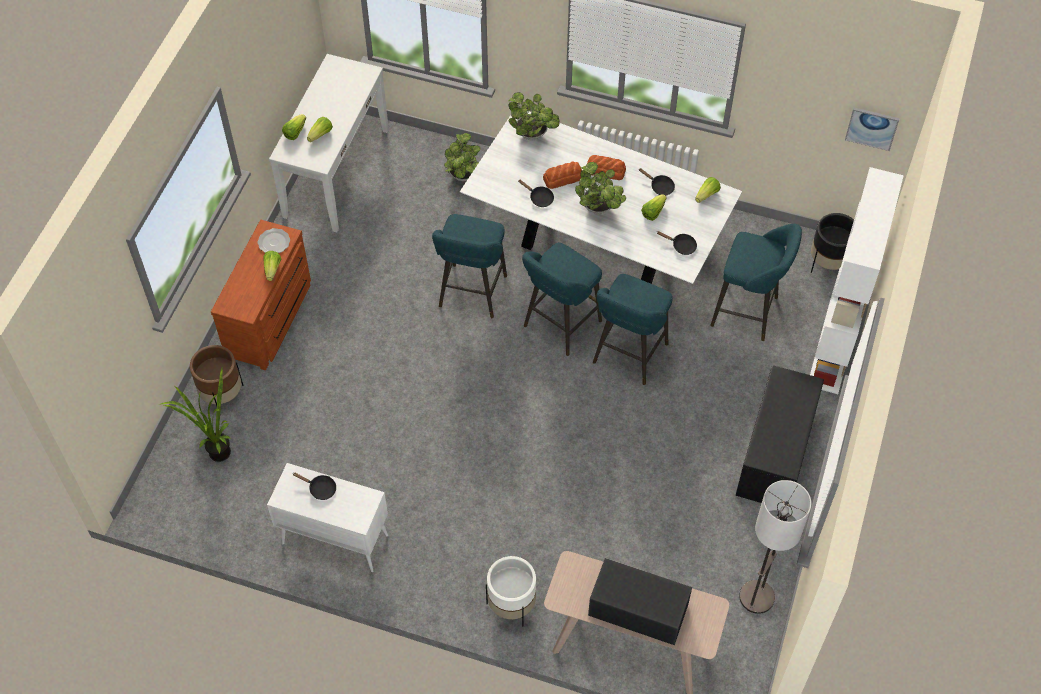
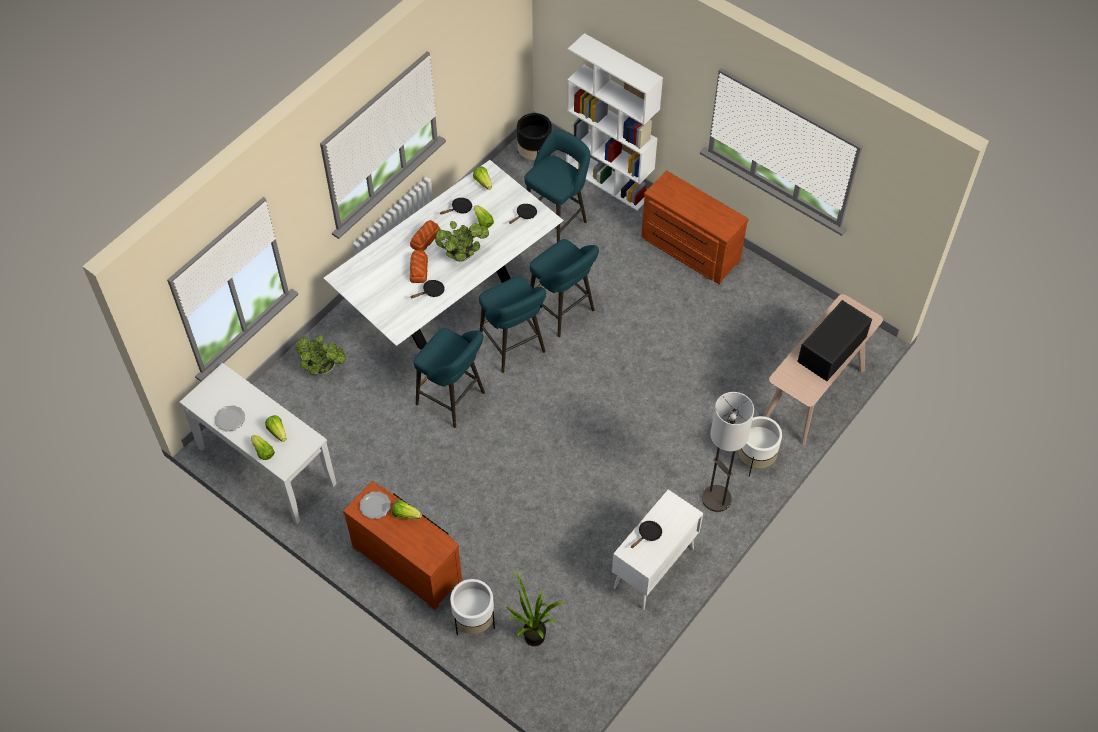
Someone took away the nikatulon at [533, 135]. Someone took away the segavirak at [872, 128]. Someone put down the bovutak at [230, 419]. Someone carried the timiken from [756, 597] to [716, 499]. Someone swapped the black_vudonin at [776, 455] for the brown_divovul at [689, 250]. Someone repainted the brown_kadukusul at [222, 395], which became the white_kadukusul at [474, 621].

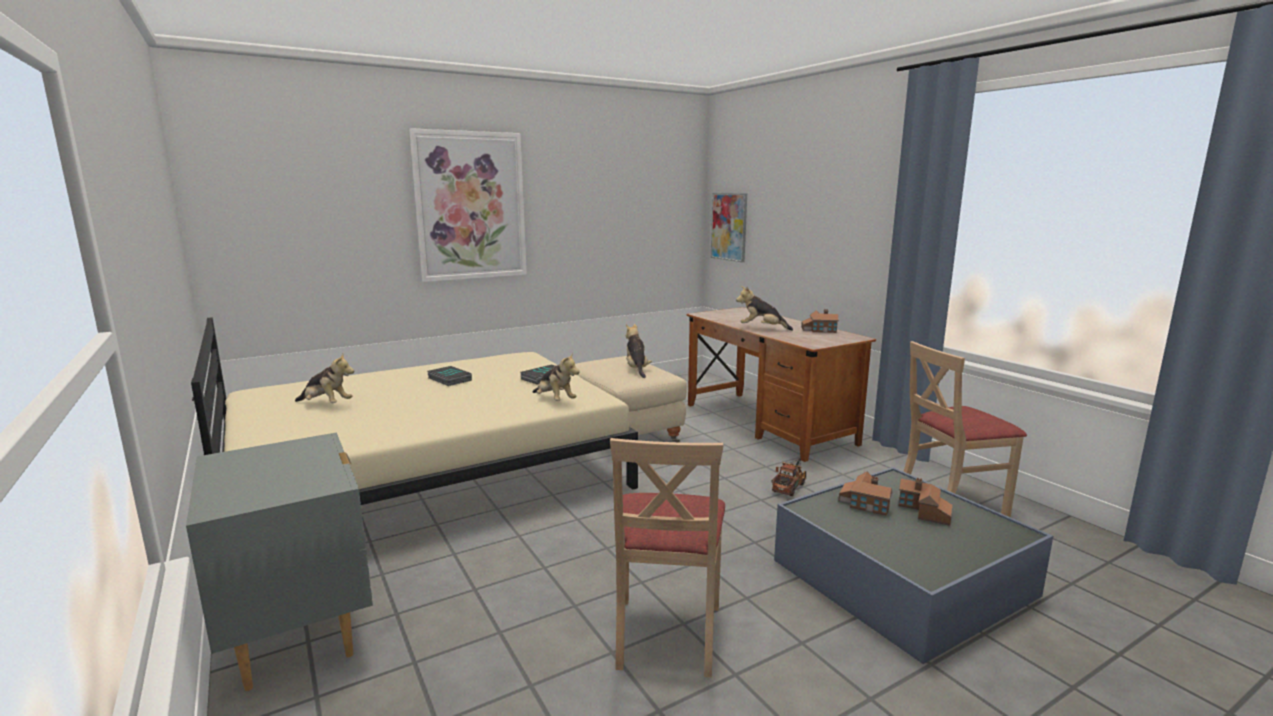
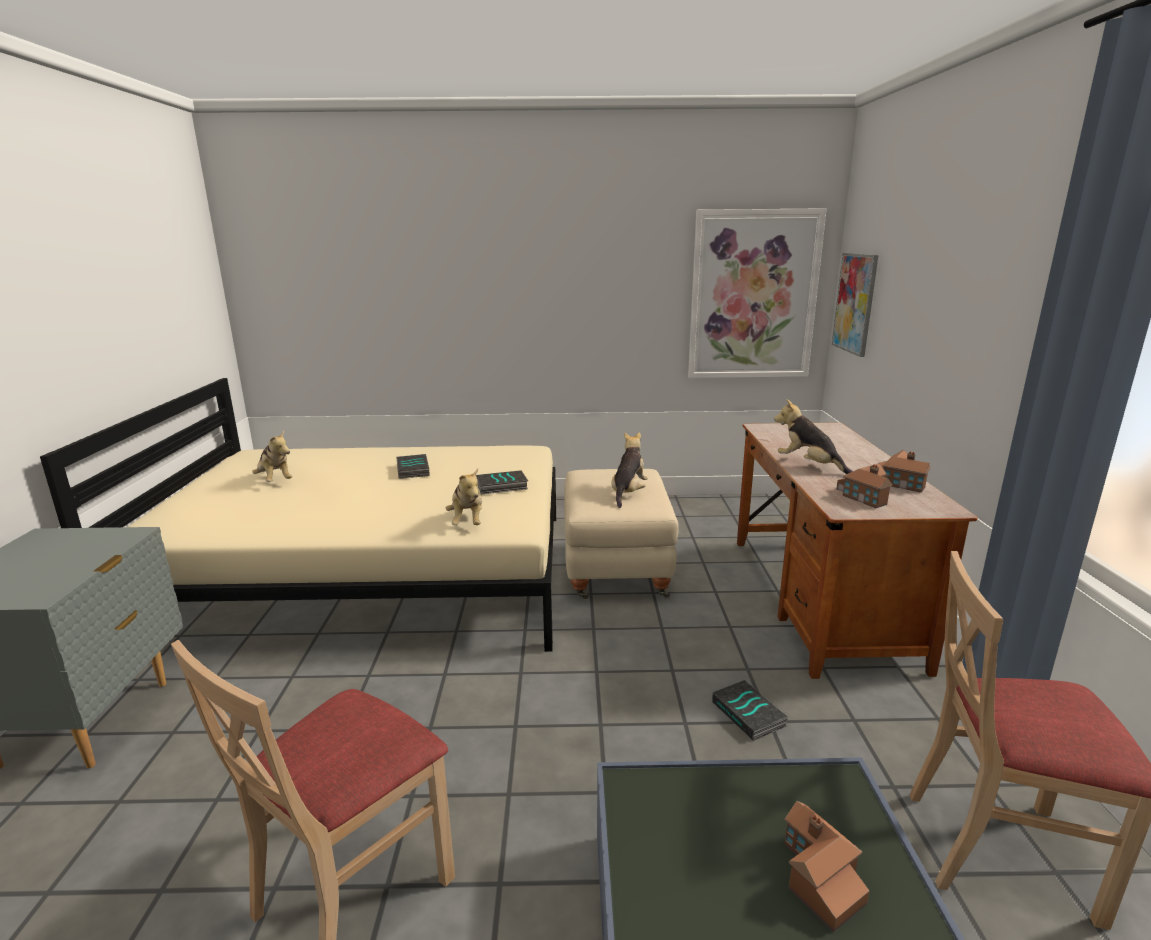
Someone carried the segavirak from [470, 206] to [753, 296]. Someone carried the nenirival from [864, 503] to [864, 495]. Someone swapped the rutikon at [790, 486] for the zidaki at [749, 714].

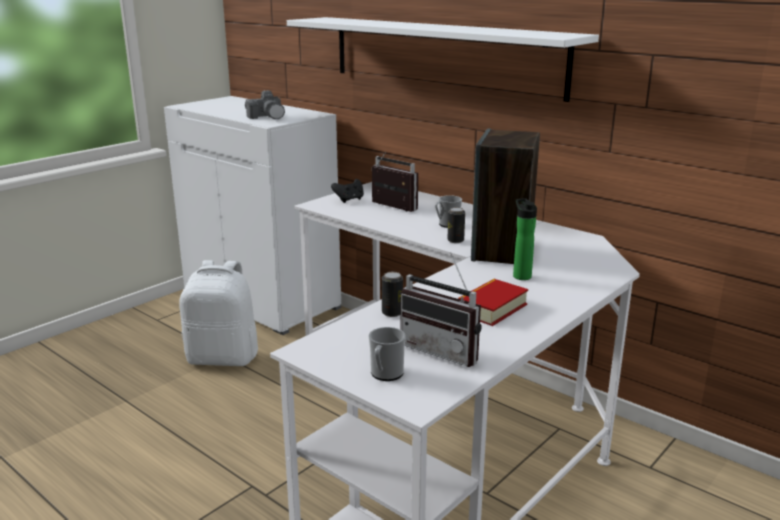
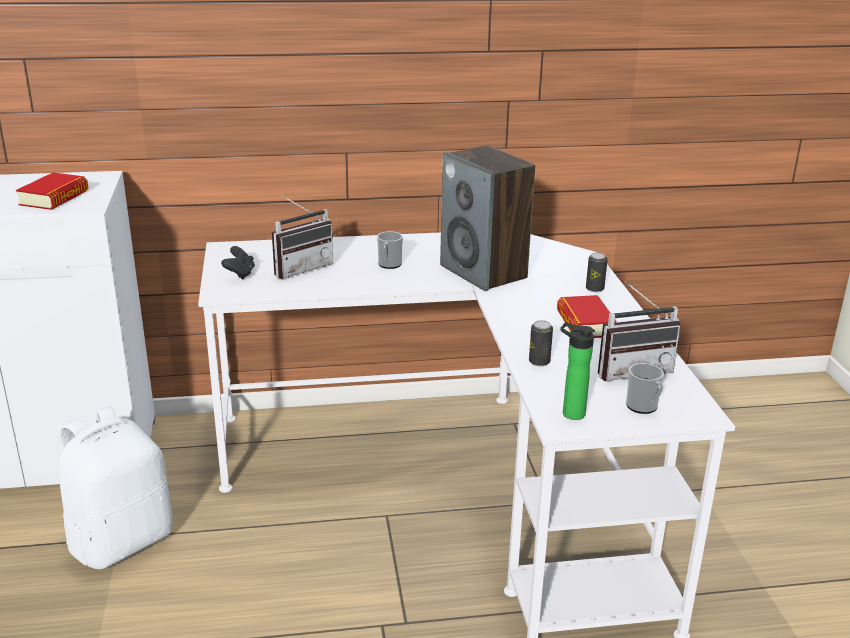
Someone took away the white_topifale at [442, 55]. Someone carried the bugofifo from [455, 240] to [594, 289]. Someone carried the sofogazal from [521, 275] to [570, 413]. Someone swapped the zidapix at [268, 117] for the zidaki at [54, 198]. Someone rotated the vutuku at [390, 208] by 150 degrees clockwise.

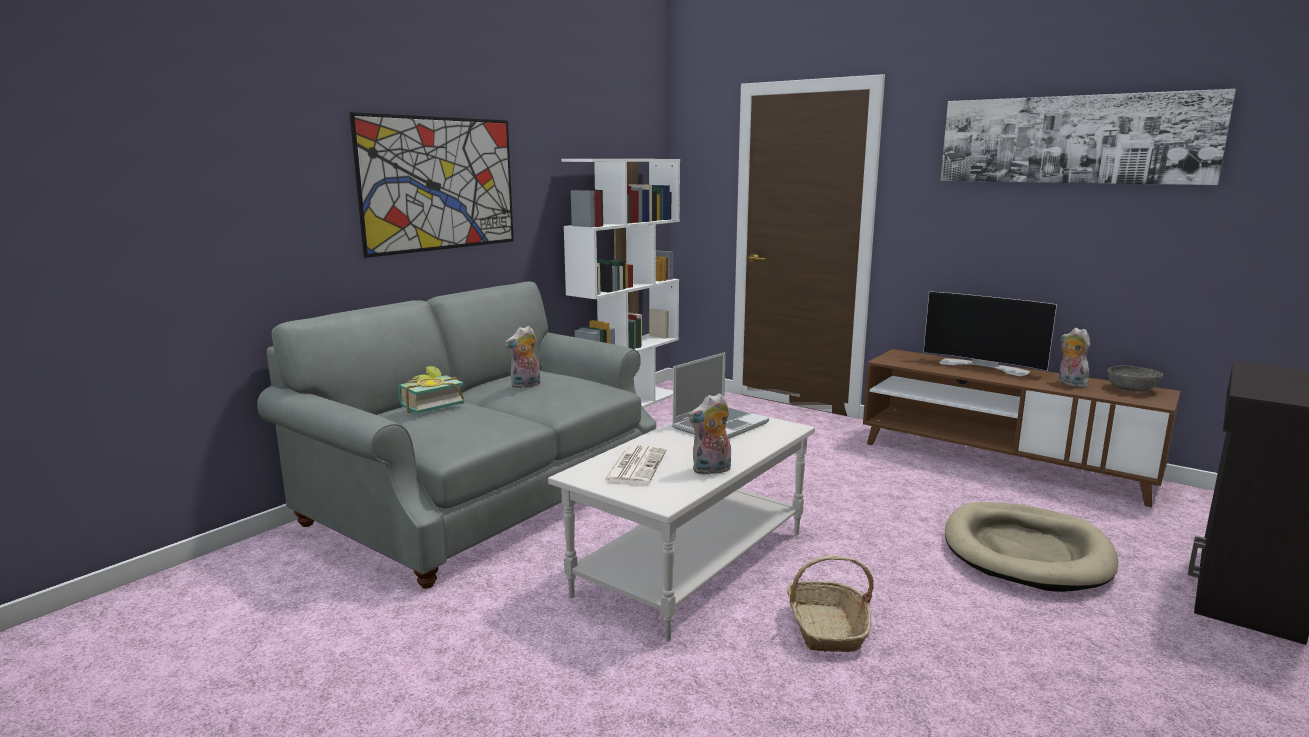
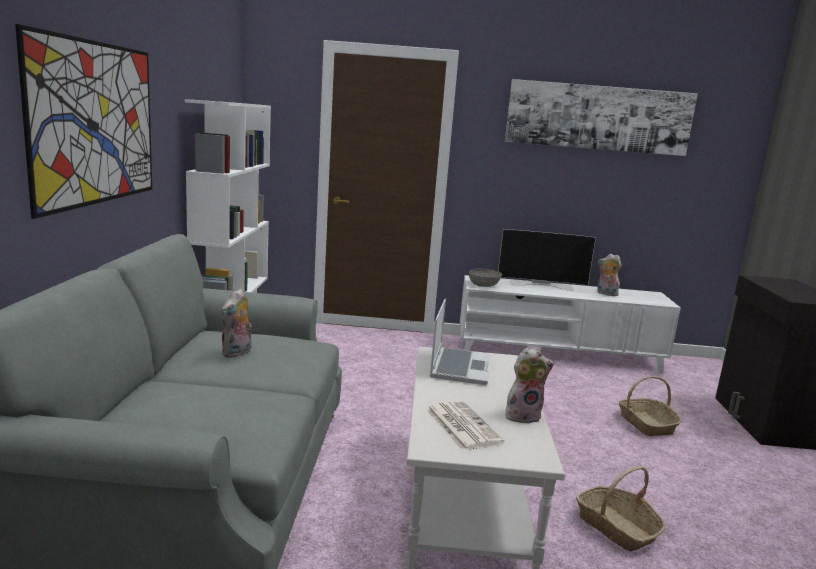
Someone took away the zidaki at [429, 405]. Someone carried the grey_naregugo from [1131, 389] to [483, 285]. Someone swapped the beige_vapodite at [1026, 552] for the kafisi at [646, 424]. Someone repainted the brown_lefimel at [1002, 462], which became the white_lefimel at [557, 355]. Someone rotated the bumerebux at [711, 470] by 135 degrees counterclockwise.

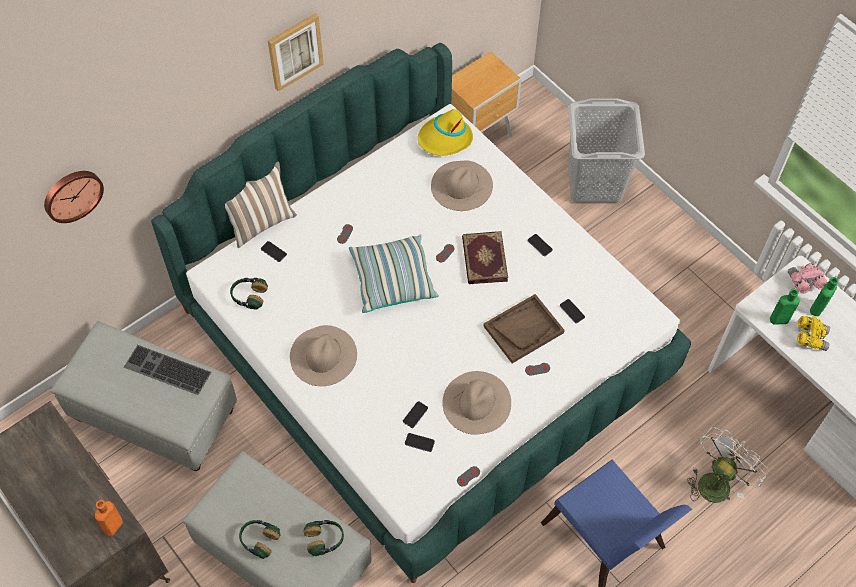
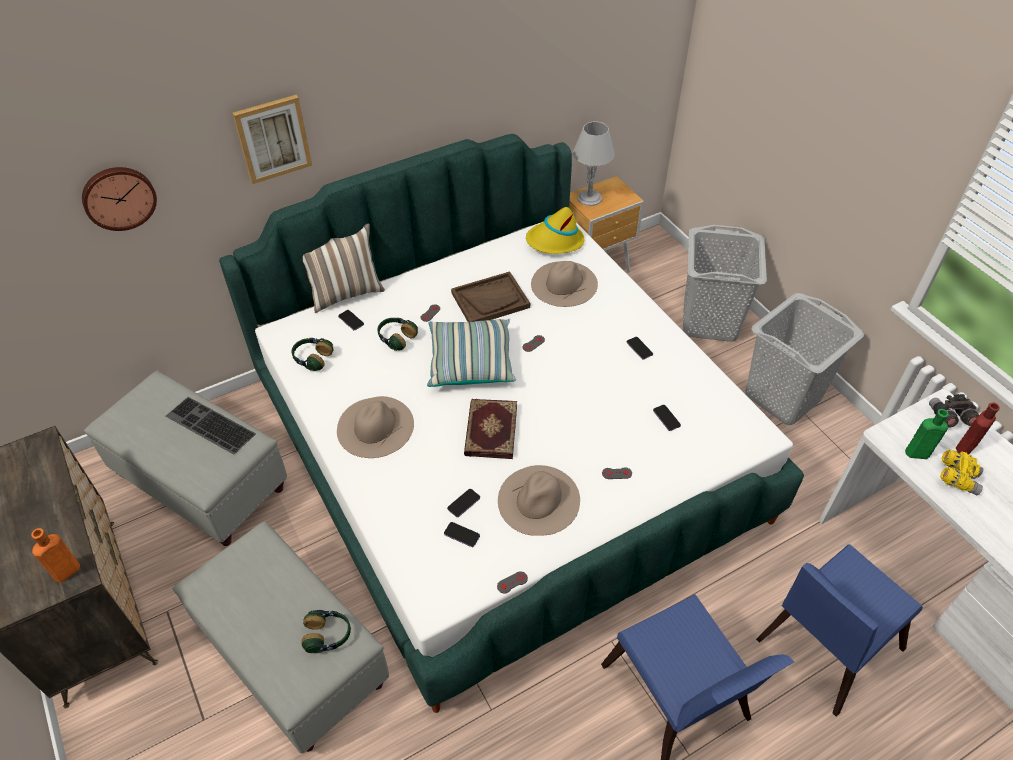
Someone put down the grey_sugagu at [589, 198]. Someone put down the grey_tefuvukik at [783, 396]. Someone carried the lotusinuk from [259, 540] to [396, 338]. Someone carried the segavirak from [294, 51] to [273, 138]. Someone carried the zidaki from [483, 259] to [490, 430]. Someone carried the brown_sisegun from [523, 329] to [490, 300]. Someone swapped the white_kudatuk at [717, 481] for the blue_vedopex at [822, 648]. Someone repainted the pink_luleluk at [804, 283], which became the grey_luleluk at [949, 418]. Someone repainted the green_sofogazal at [817, 309], which became the red_sofogazal at [965, 448].

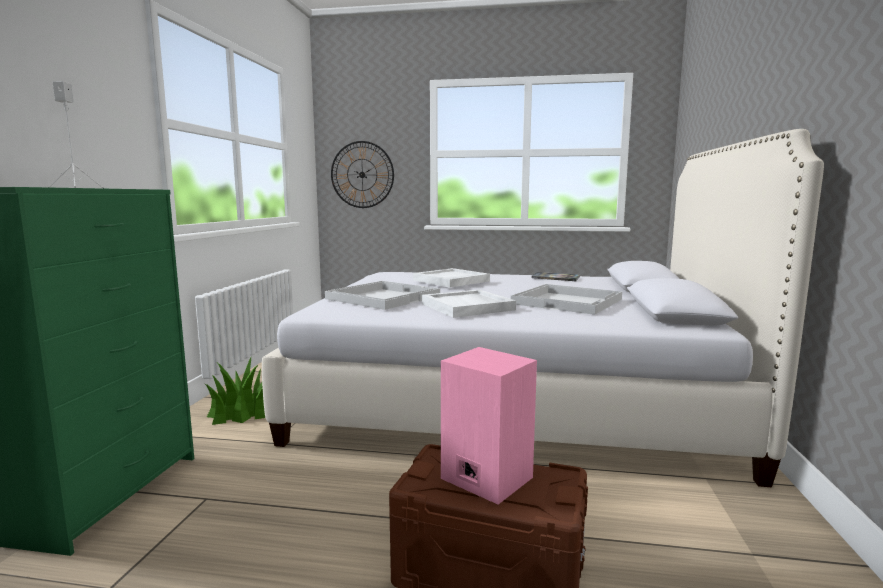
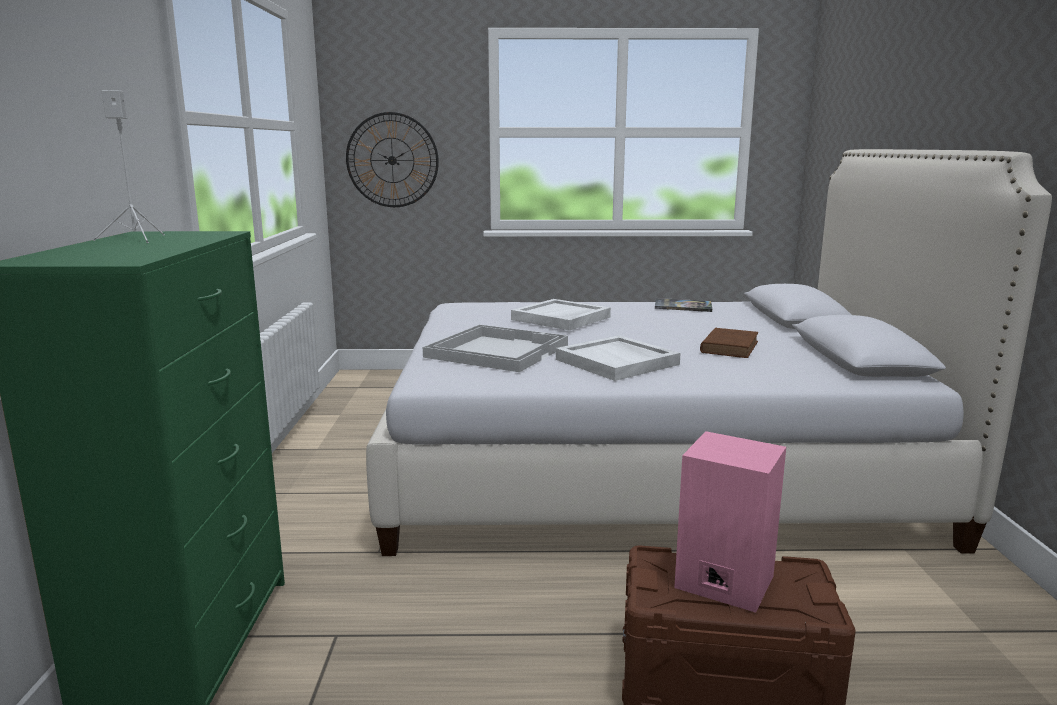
Someone took away the nikatulon at [240, 412]. Someone swapped the white_sisegun at [568, 301] for the brown_zidaki at [729, 347].

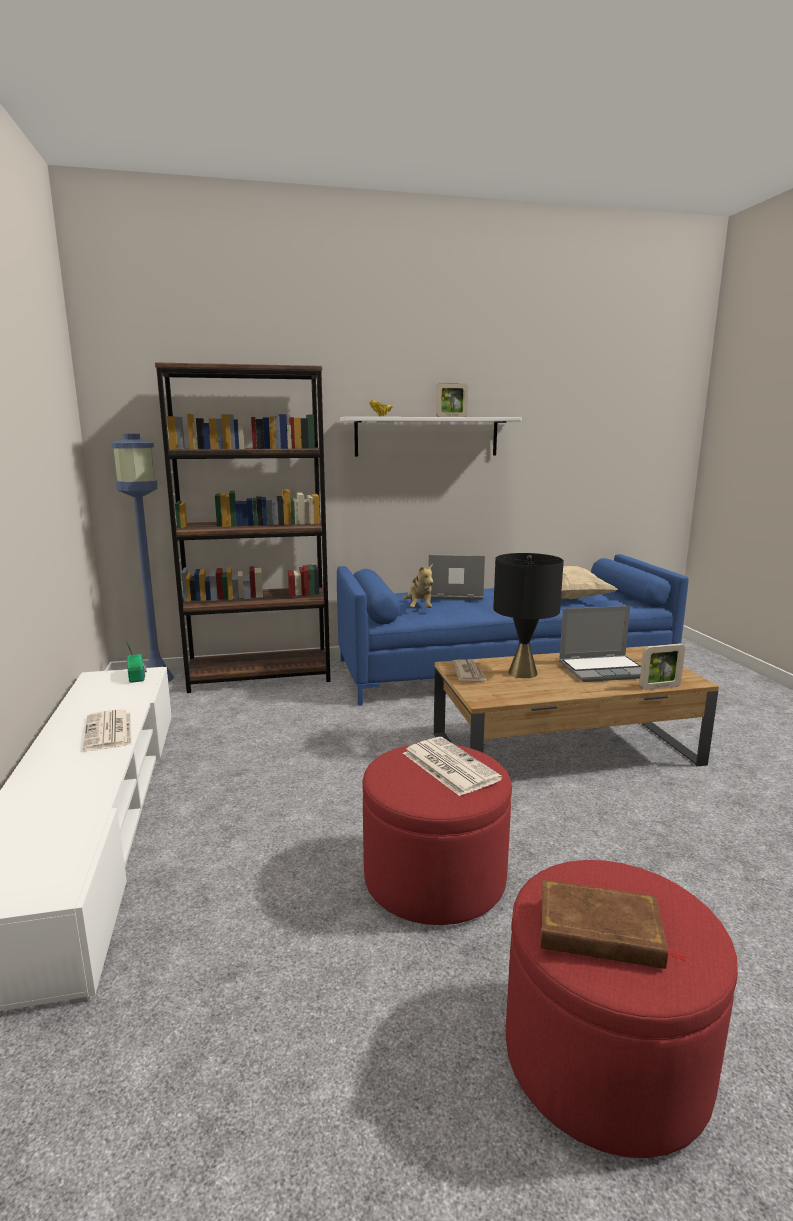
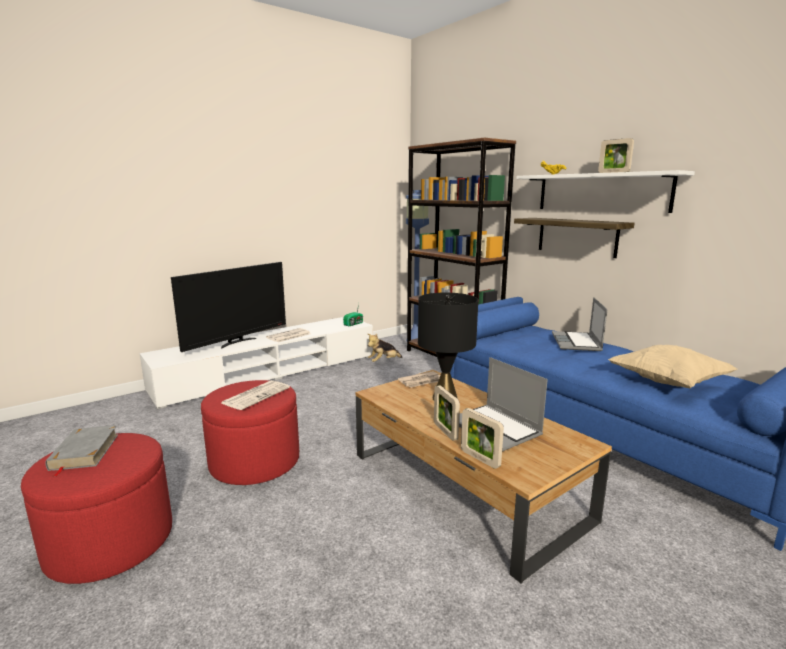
Someone put down the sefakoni at [237, 342]. Someone put down the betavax at [445, 431]. Someone put up the topifale at [577, 236]. Someone carried the bumerebux from [419, 608] to [383, 361]. Someone repainted the brown_zidaki at [599, 932], which became the grey_zidaki at [84, 452]. Someone rotated the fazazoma at [454, 594] by 150 degrees counterclockwise.

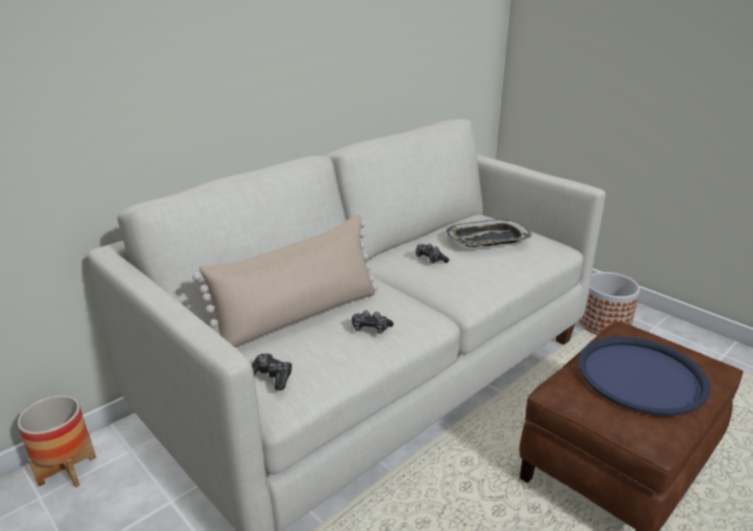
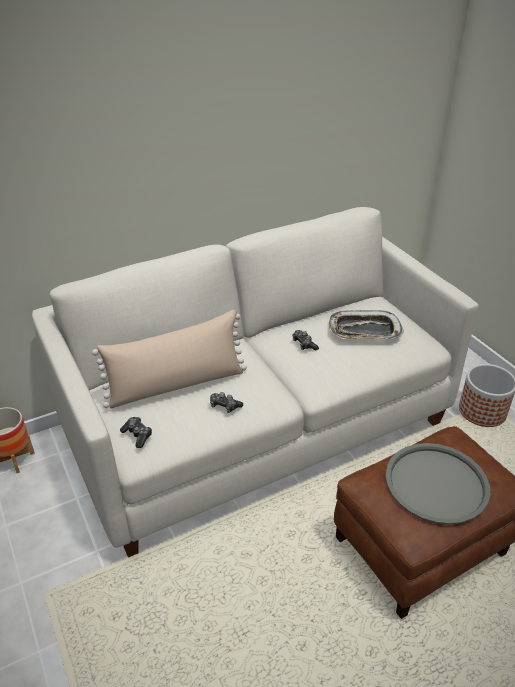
Someone repainted the blue_sisegun at [640, 376], which became the grey_sisegun at [436, 483].

